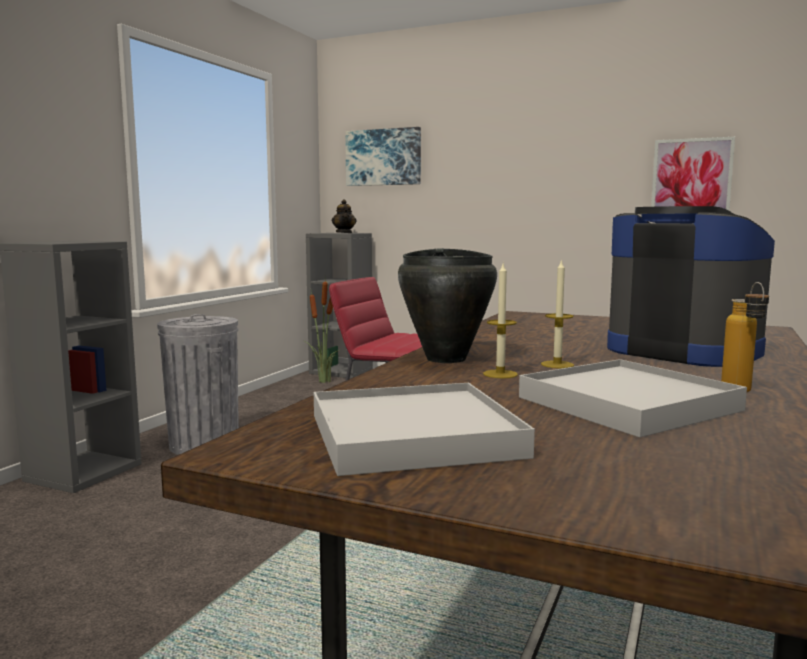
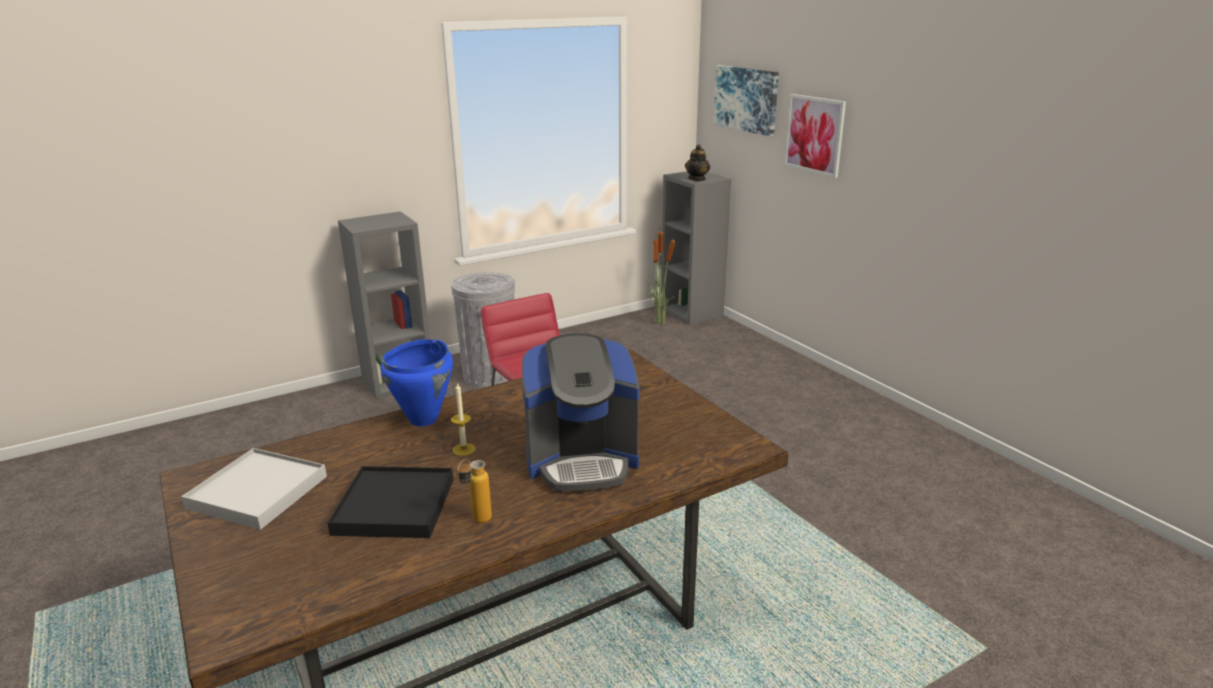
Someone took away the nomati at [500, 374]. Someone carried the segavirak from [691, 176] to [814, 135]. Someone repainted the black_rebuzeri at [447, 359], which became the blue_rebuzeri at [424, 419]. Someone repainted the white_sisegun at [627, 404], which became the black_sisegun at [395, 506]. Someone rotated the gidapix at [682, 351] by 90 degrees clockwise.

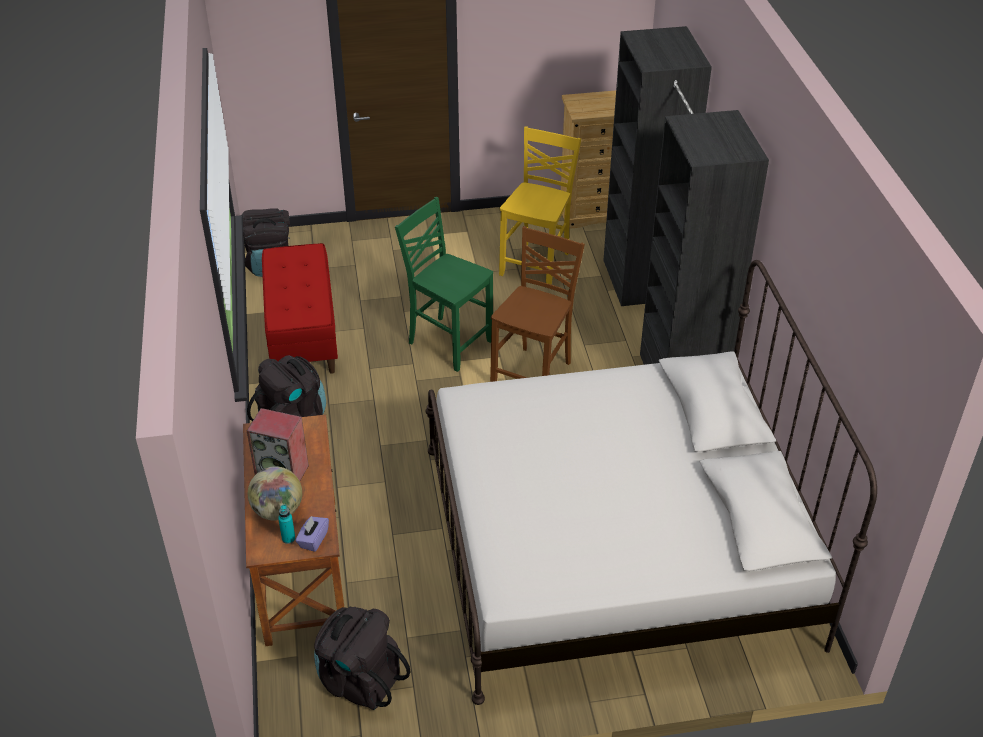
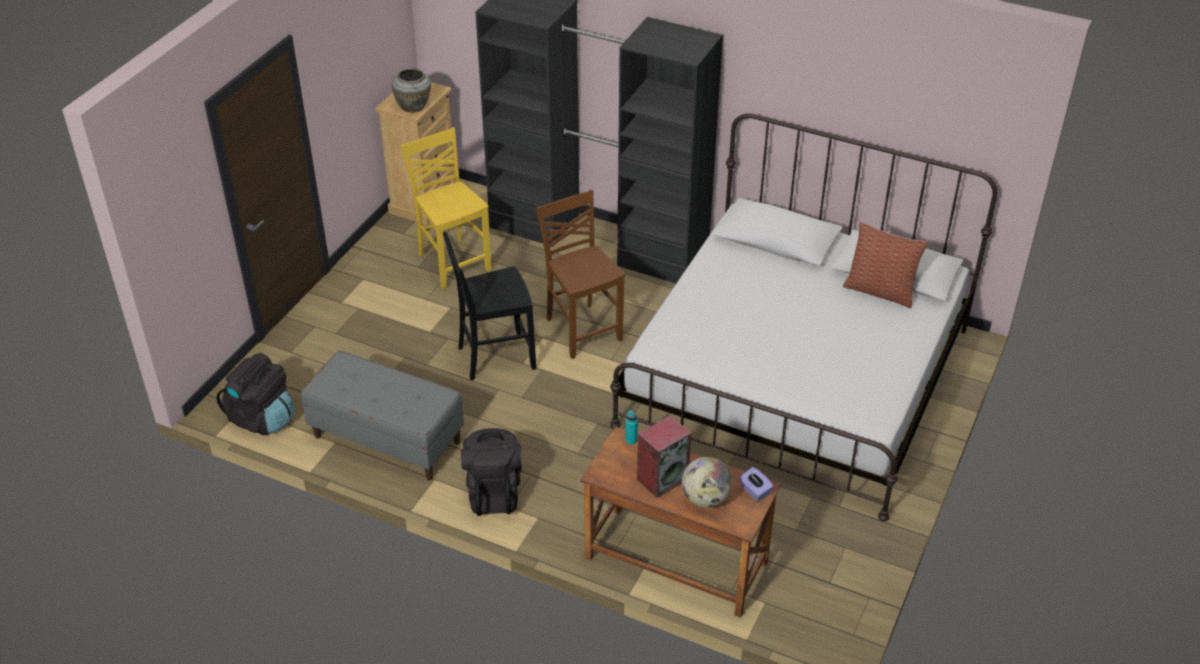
Someone took away the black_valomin at [359, 680]. Someone put down the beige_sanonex at [413, 107]. Someone put down the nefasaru at [880, 290]. Someone carried the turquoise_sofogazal from [288, 538] to [631, 440]. Someone repainted the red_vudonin at [302, 334], which became the grey_vudonin at [386, 439]. Someone repainted the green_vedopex at [448, 342], which became the black_vedopex at [494, 357].

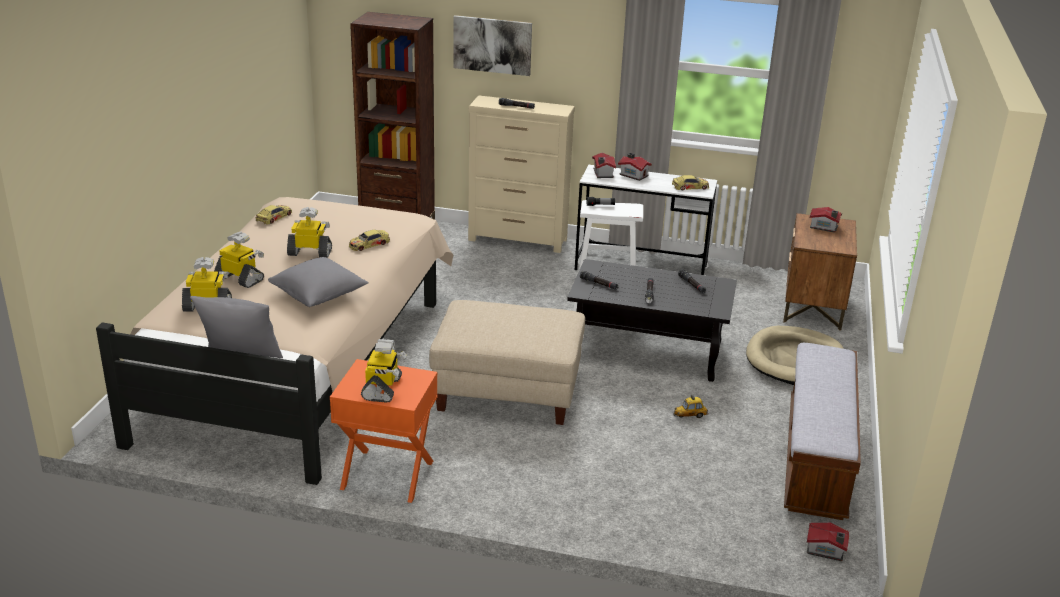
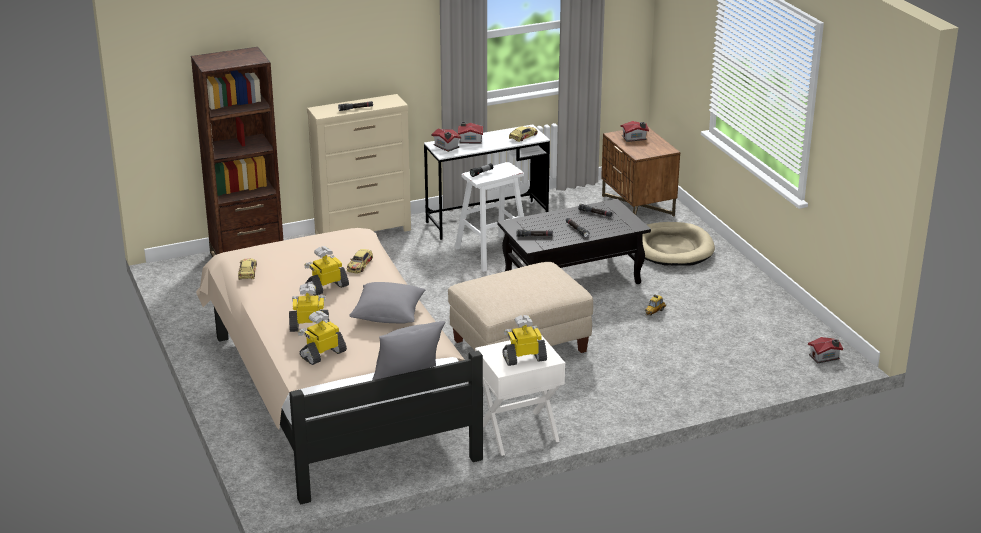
Someone took away the segavirak at [492, 45]. Someone took away the vudonin at [815, 458]. Someone repainted the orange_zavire at [387, 475], which became the white_zavire at [519, 433]. Someone rotated the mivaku at [383, 389] by 75 degrees counterclockwise.

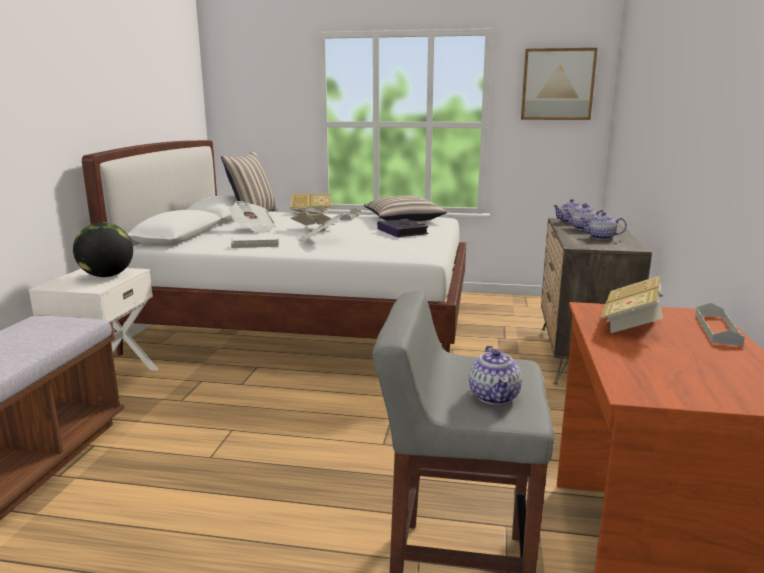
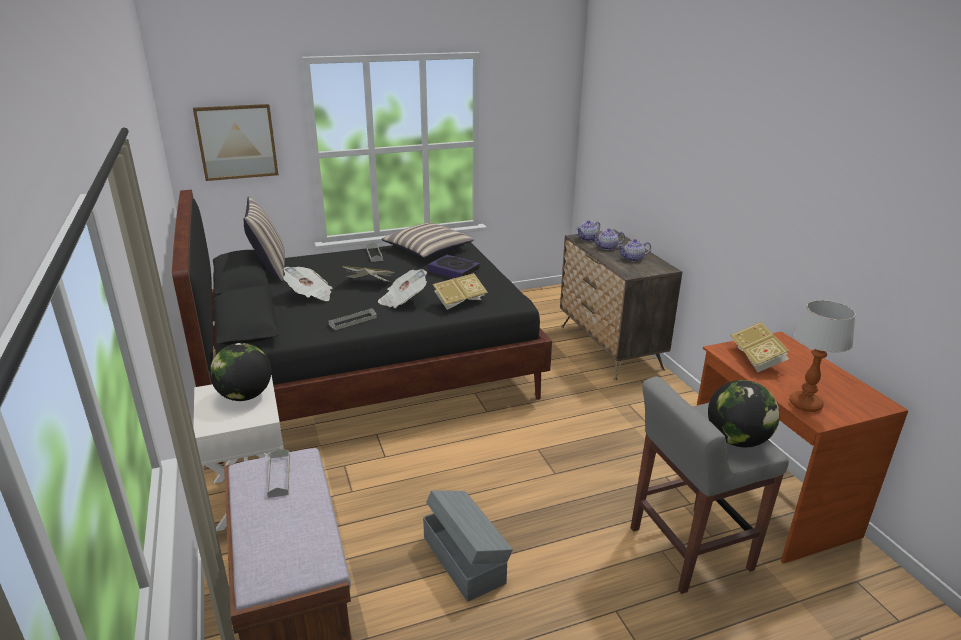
Someone put down the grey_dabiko at [464, 559]. Someone put down the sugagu at [805, 405]. Someone carried the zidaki from [311, 212] to [459, 301]. Someone carried the segavirak from [557, 84] to [237, 142]. Someone carried the grey_sisegun from [717, 329] to [279, 475]. Someone swapped the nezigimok at [495, 397] for the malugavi at [737, 440]. Someone repainted the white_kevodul at [309, 324], which became the black_kevodul at [367, 371].

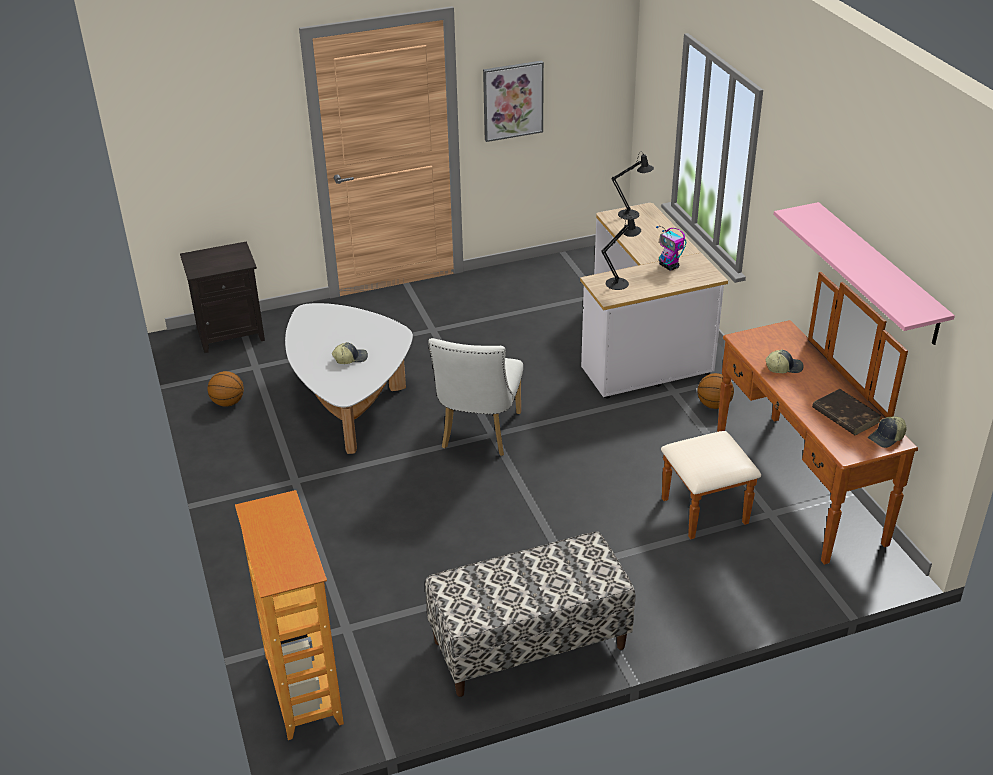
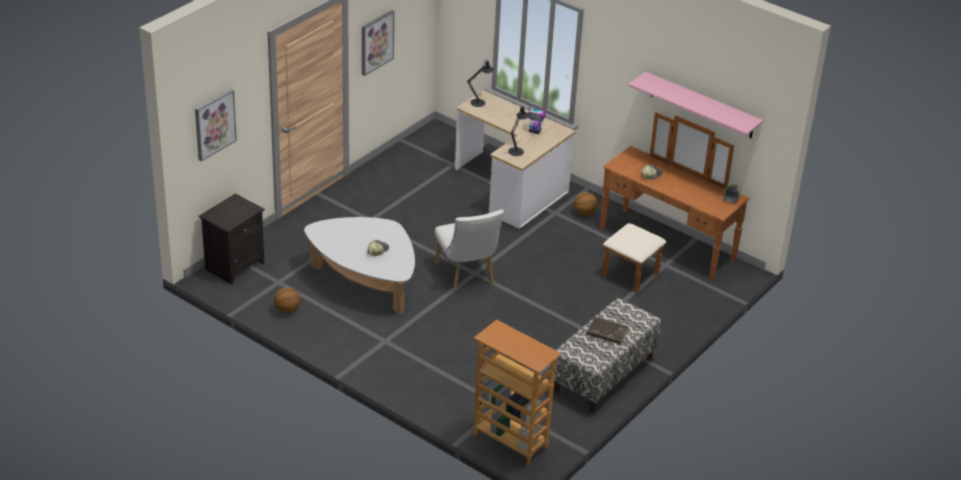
Someone put up the segavirak at [214, 124]. Someone carried the brown_zidaki from [845, 415] to [606, 332].

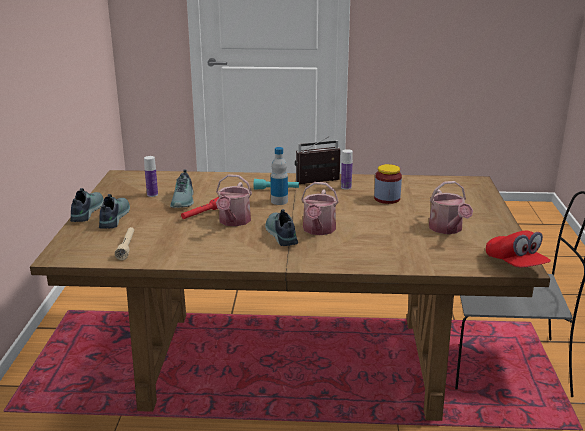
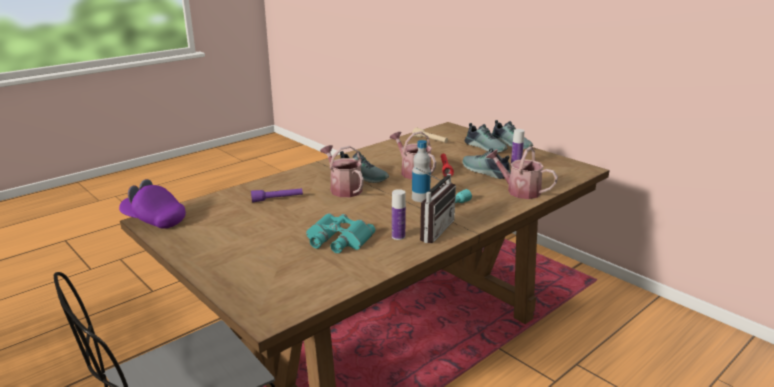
Someone put down the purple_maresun at [277, 199]. Someone carried the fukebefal from [447, 229] to [519, 191]. Someone swapped the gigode at [387, 199] for the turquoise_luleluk at [337, 240]. Someone repainted the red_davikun at [515, 264], which became the purple_davikun at [154, 220].

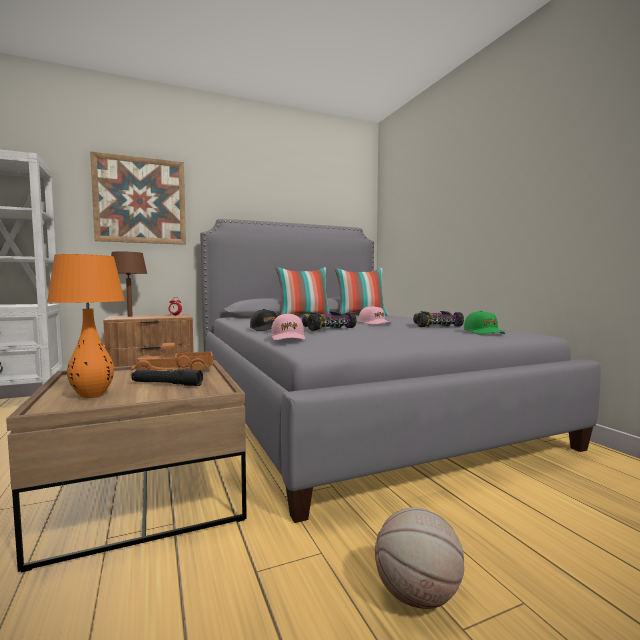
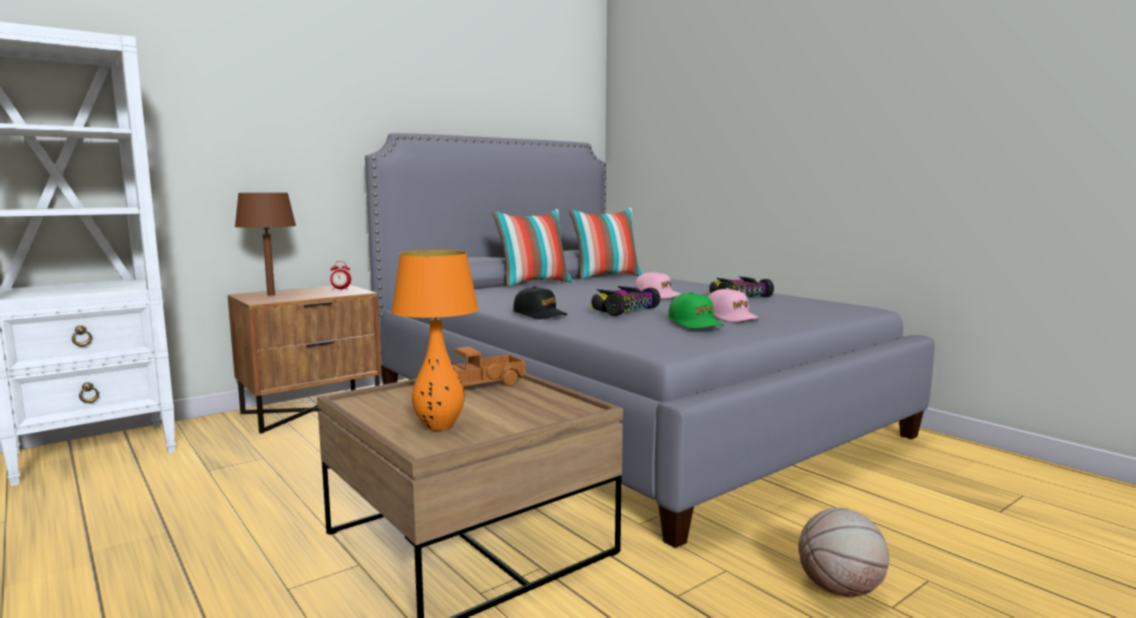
Someone took away the segavirak at [140, 200]. Someone took away the black_maresun at [167, 384]. Someone carried the pink_davikun from [288, 338] to [731, 317]. Someone carried the green_davikun from [483, 332] to [695, 323].

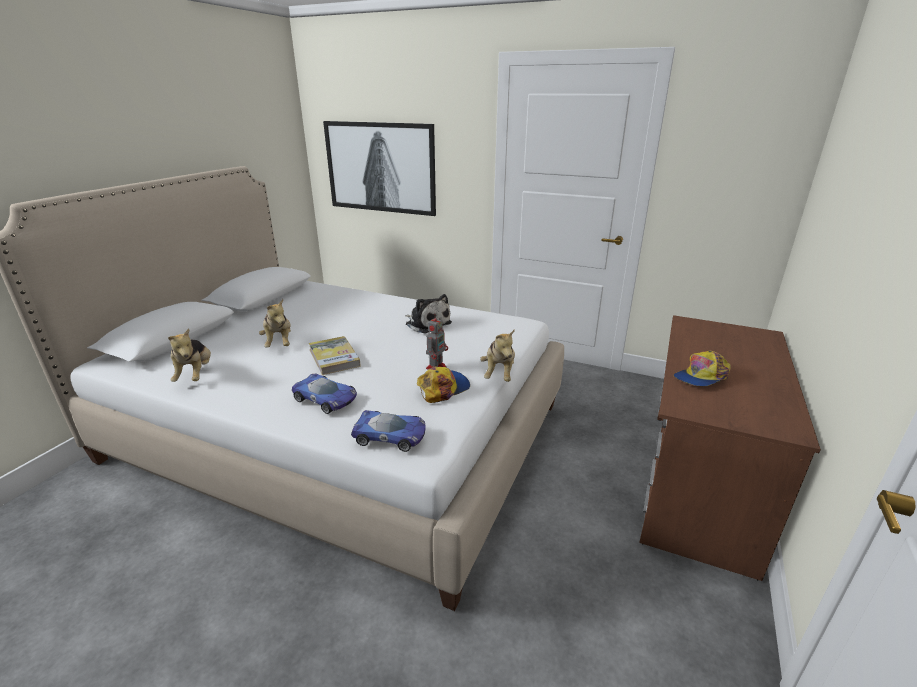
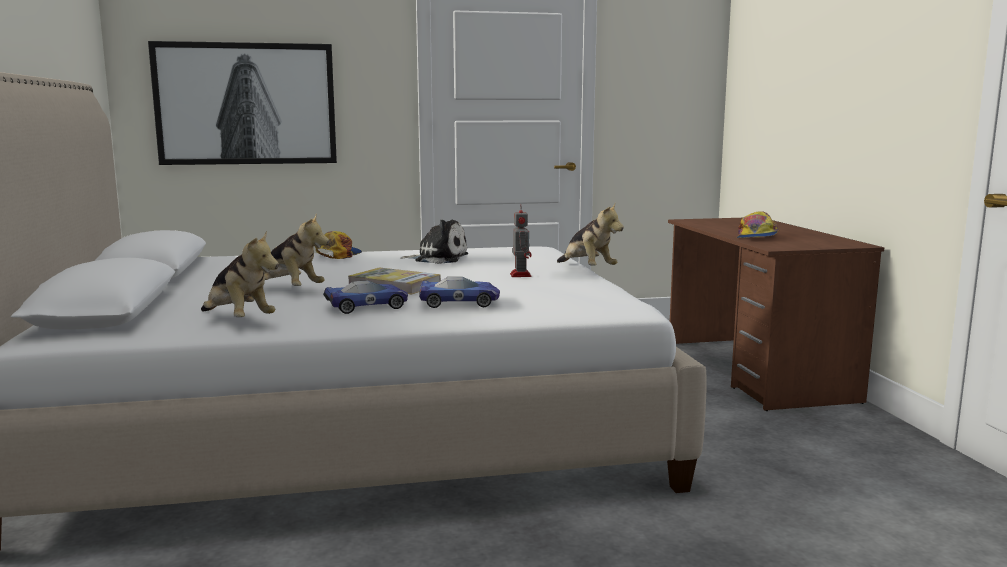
Someone carried the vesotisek from [391, 435] to [367, 305]. Someone carried the davikun from [443, 388] to [338, 255].

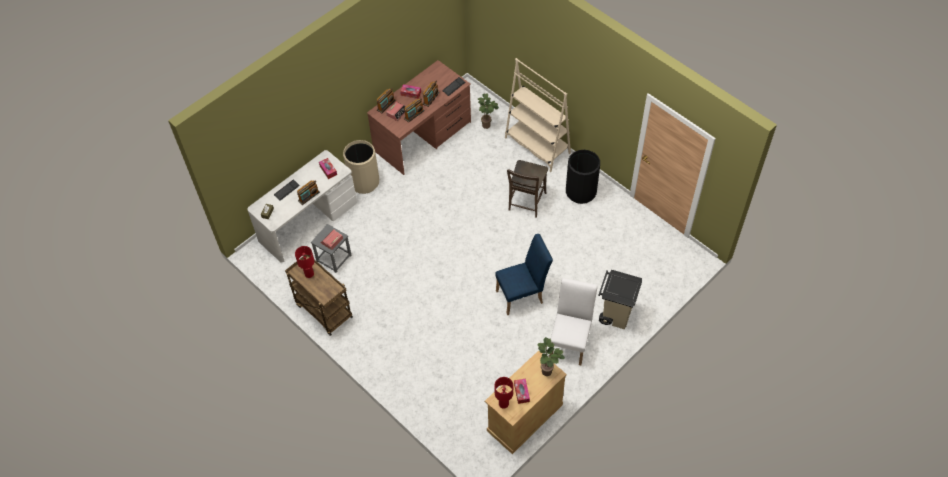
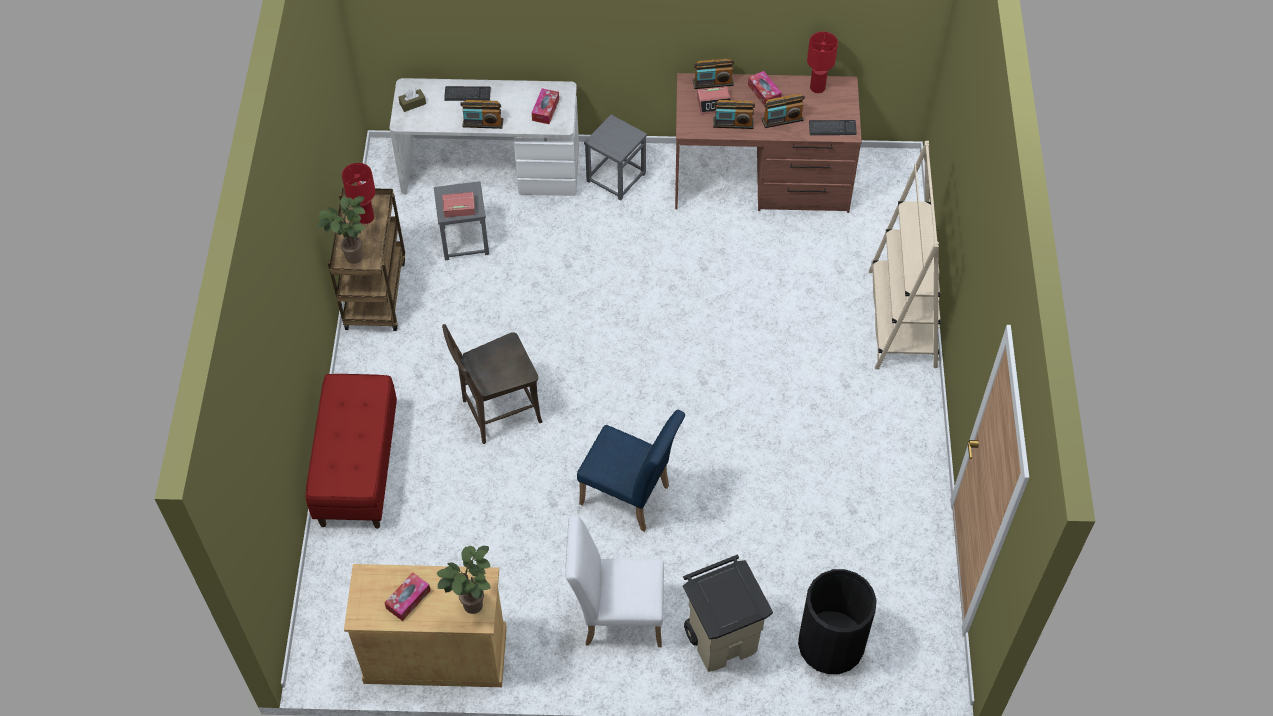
Someone put down the red_vudonin at [357, 468]. Someone carried the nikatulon from [487, 126] to [353, 259]. Someone carried the red_sugagu from [504, 404] to [817, 88]. Someone carried the brown_vedopex from [526, 203] to [497, 412]. Someone carried the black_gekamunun from [580, 192] to [830, 645]. Someone swapped the beige_gekamunun at [364, 182] for the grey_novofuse at [615, 177]. Someone rotated the white_vedopex at [570, 341] by 150 degrees counterclockwise.

